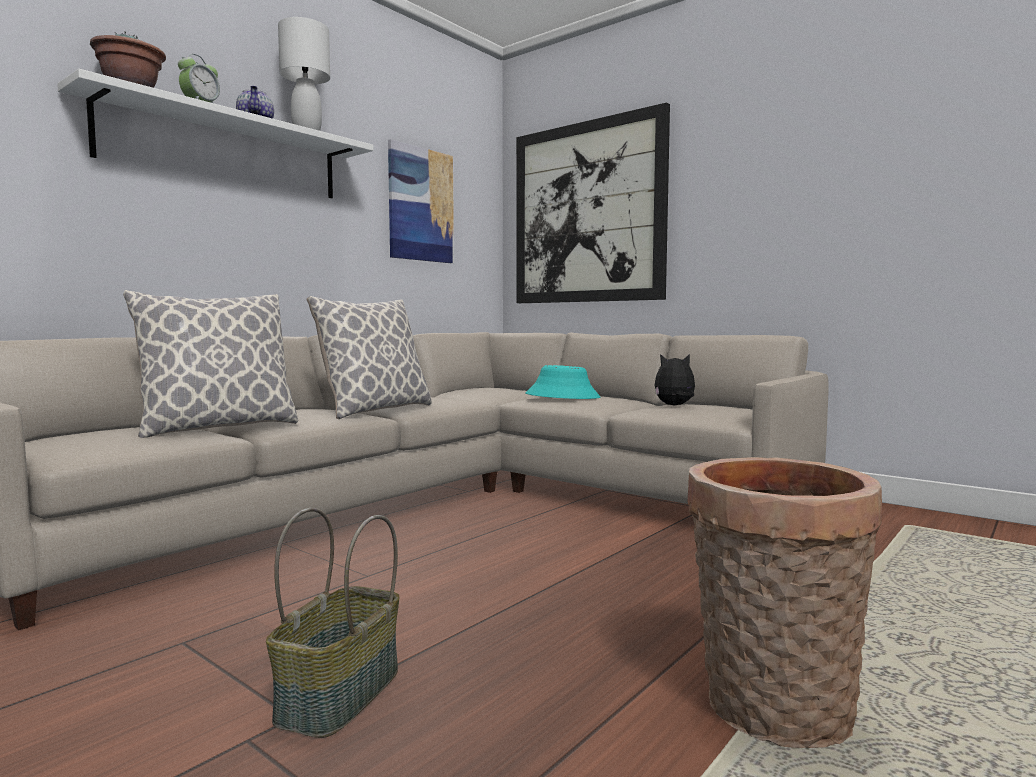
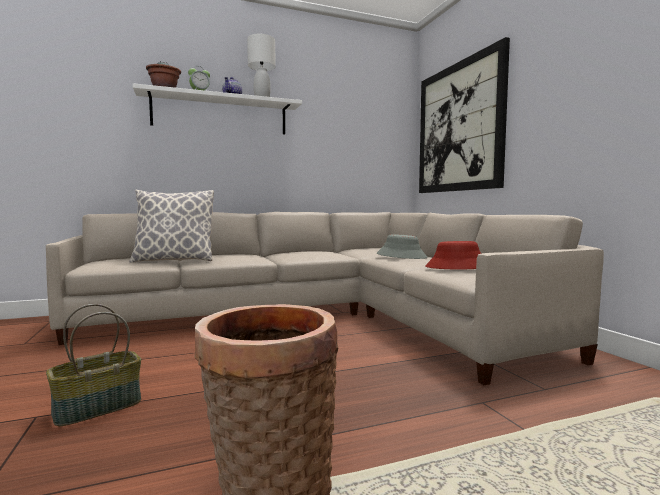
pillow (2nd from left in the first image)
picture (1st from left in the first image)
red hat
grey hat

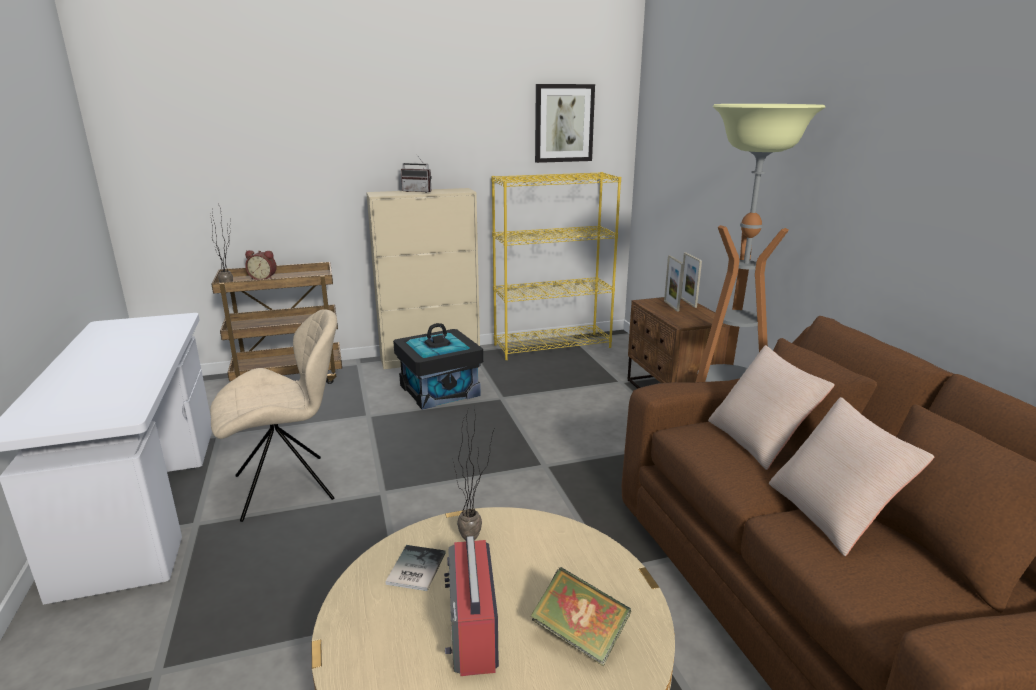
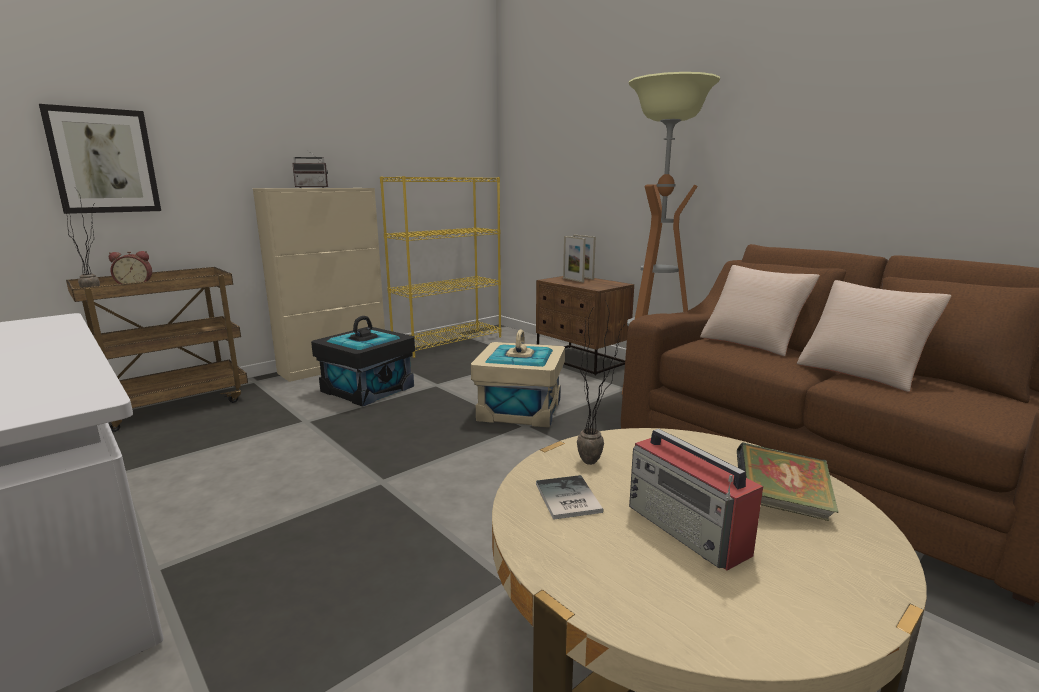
beige chair
beige storage box
picture

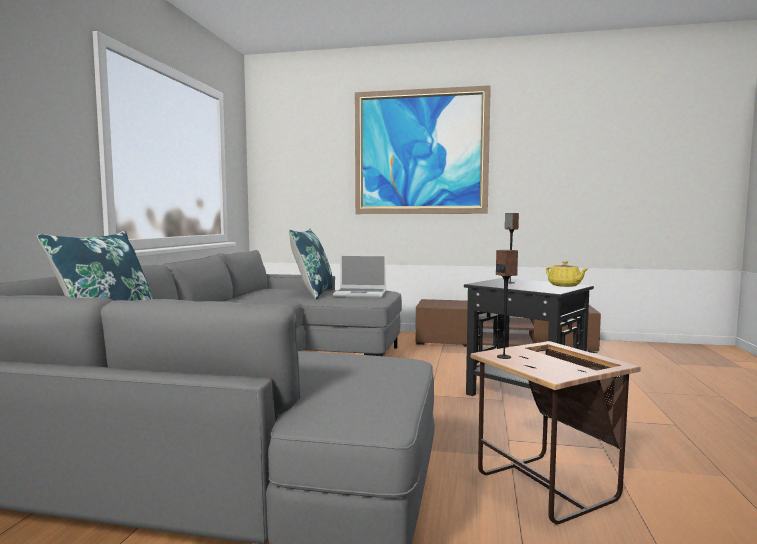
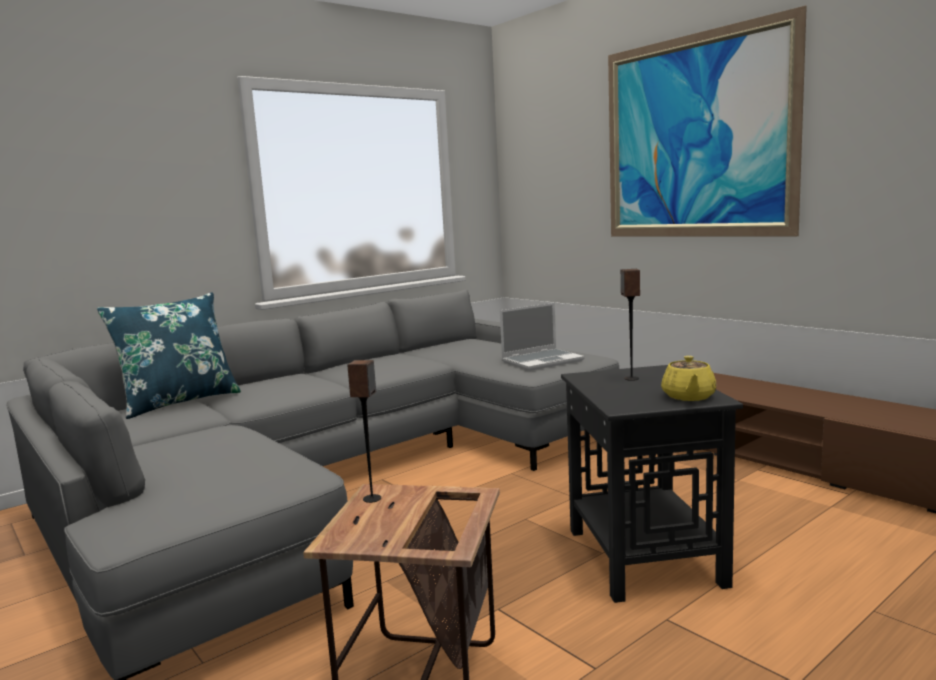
blue pillow (2nd from left in the first image)
laptop

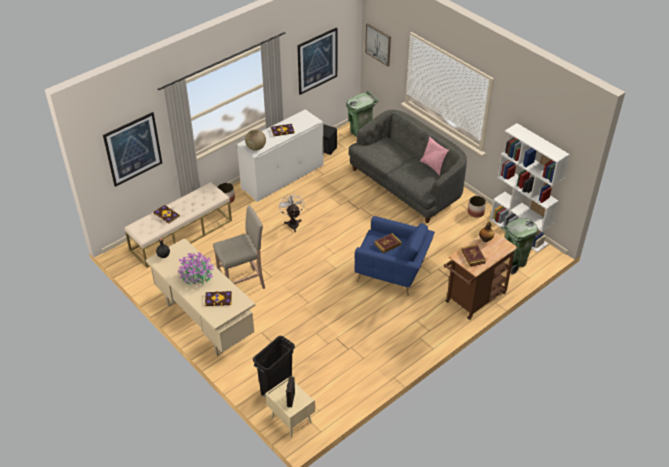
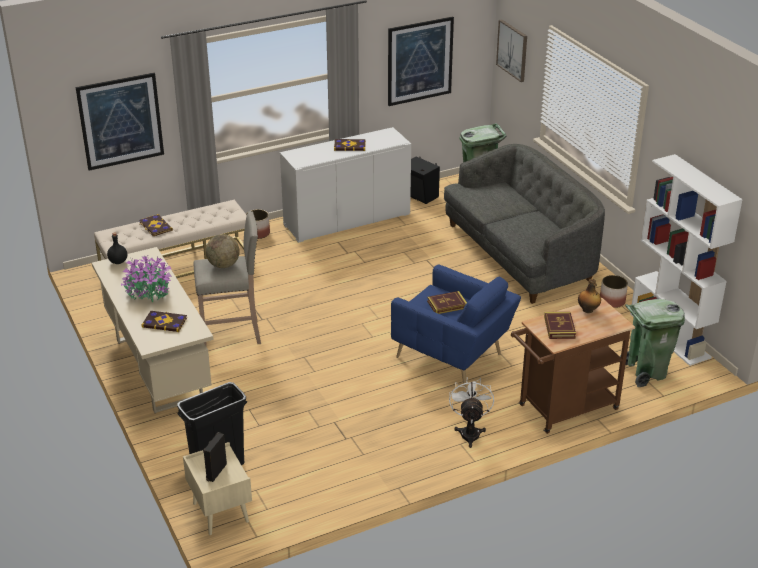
pink pillow
globe
white fan

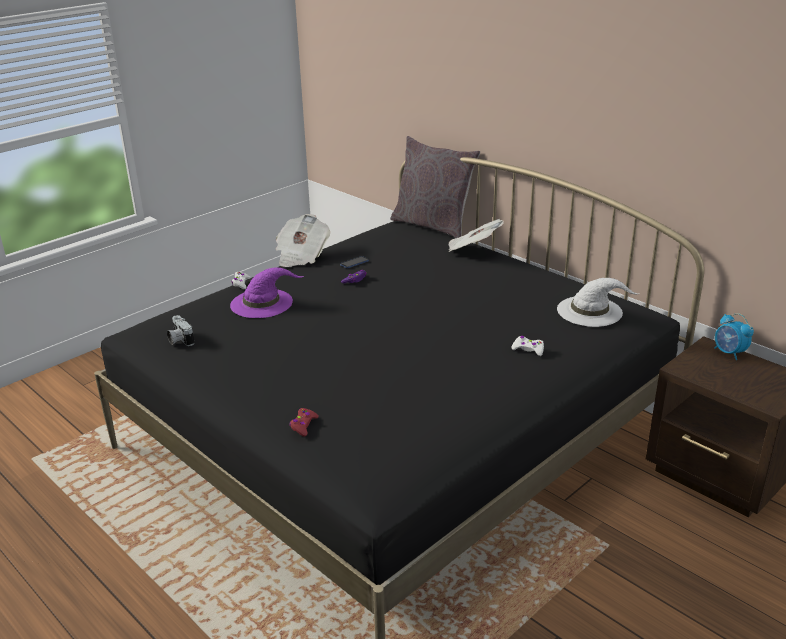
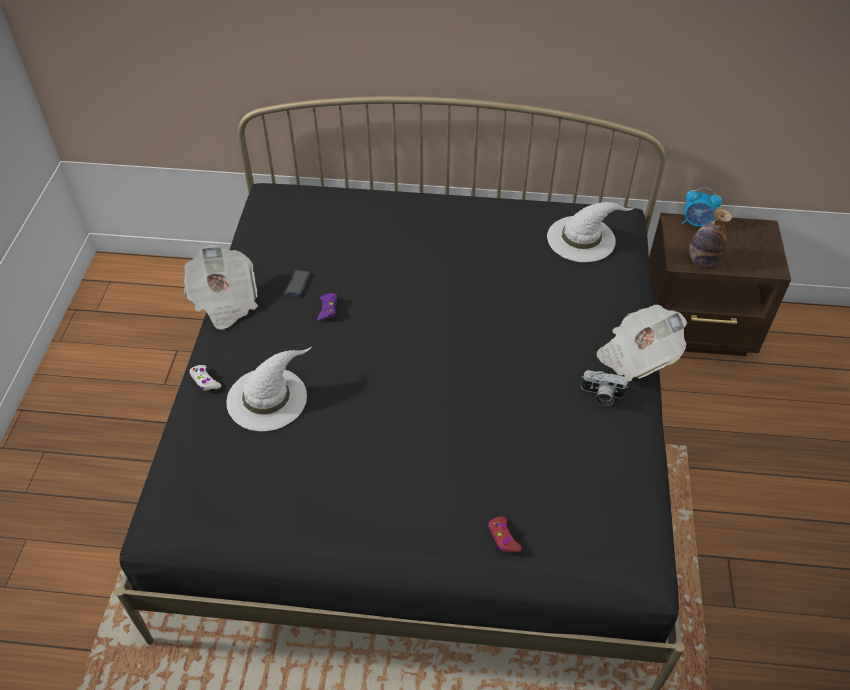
grey pillow
white game controller (2nd from left in the first image)
bottle
photo camera
newspaper (2nd from left)
white hat (1st from left)

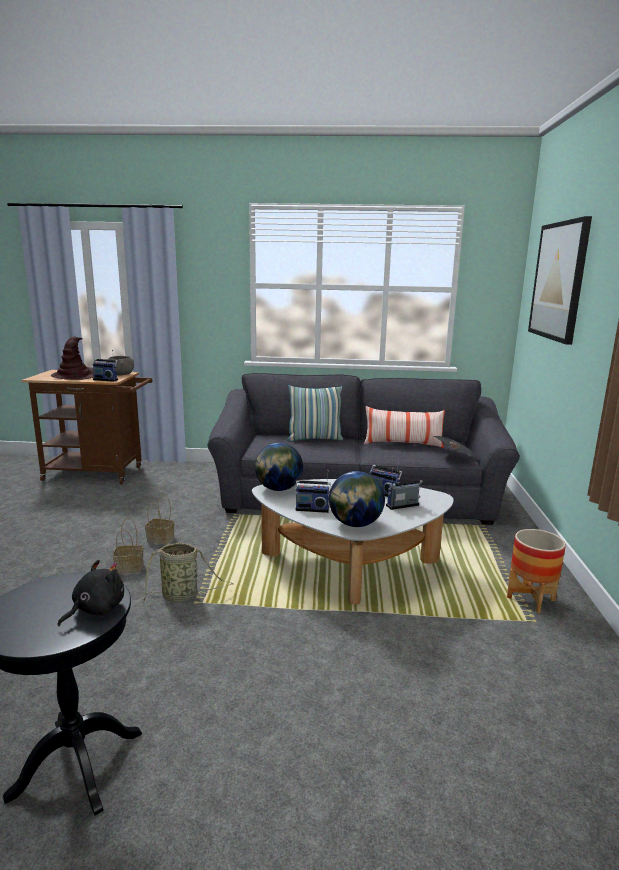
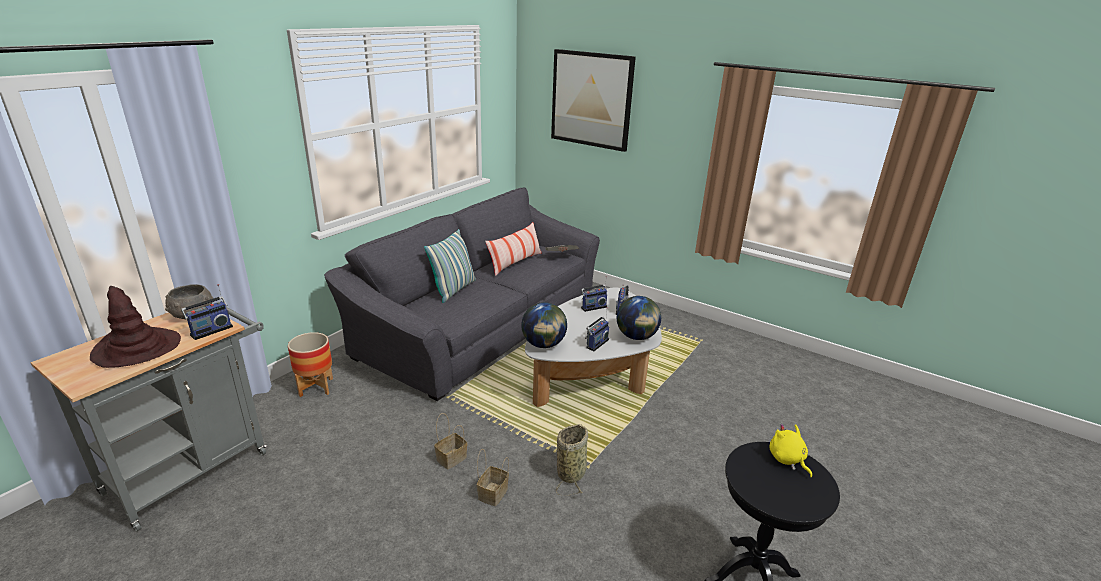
planter
grey cart
yellow plush toy

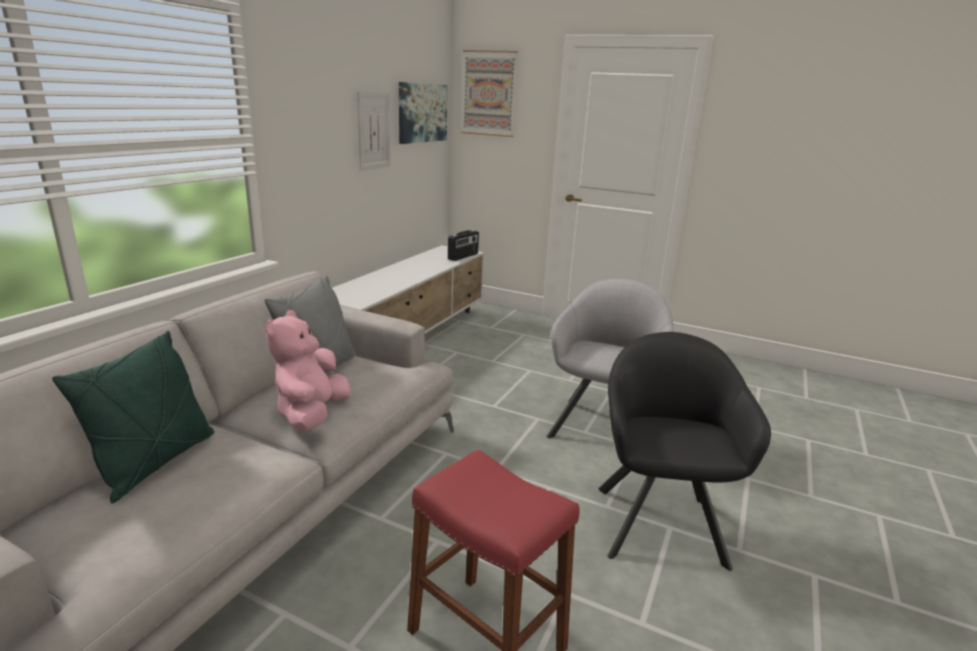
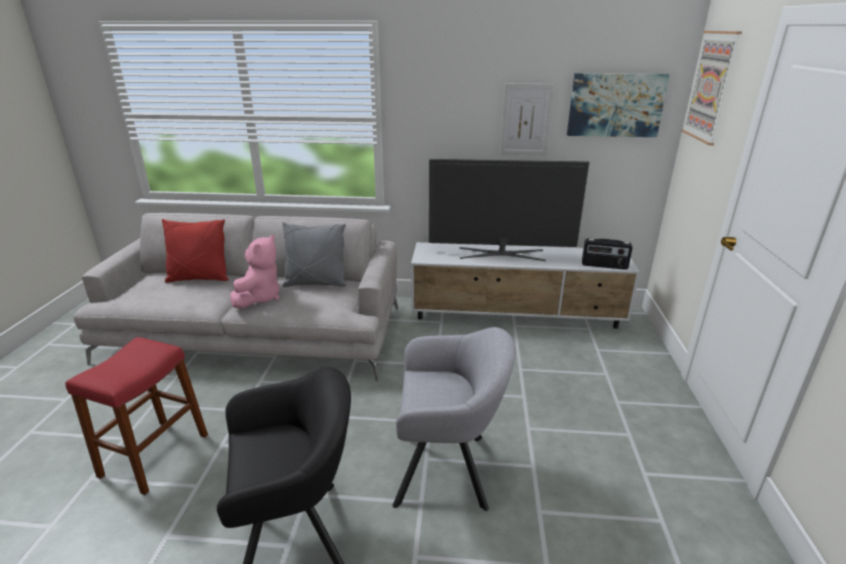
television
red pillow
pink plush toy

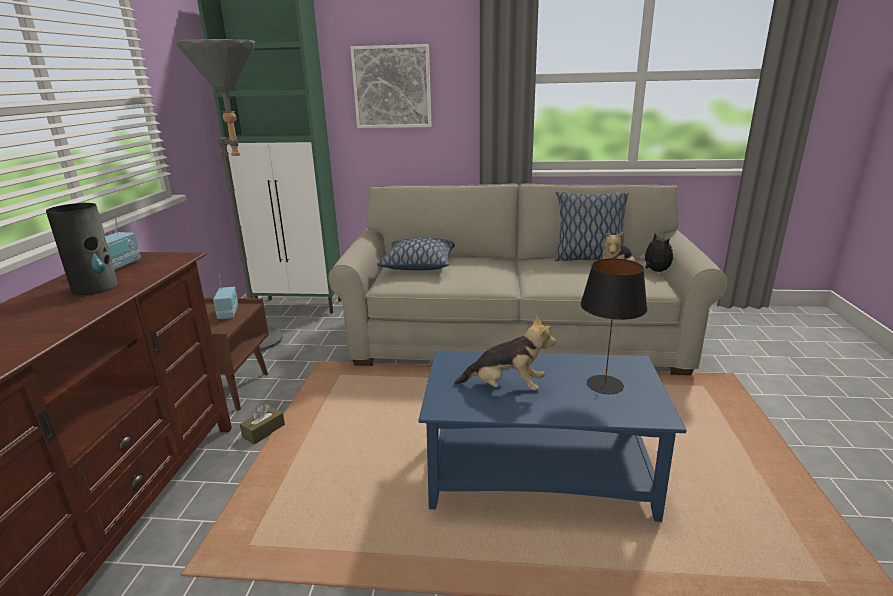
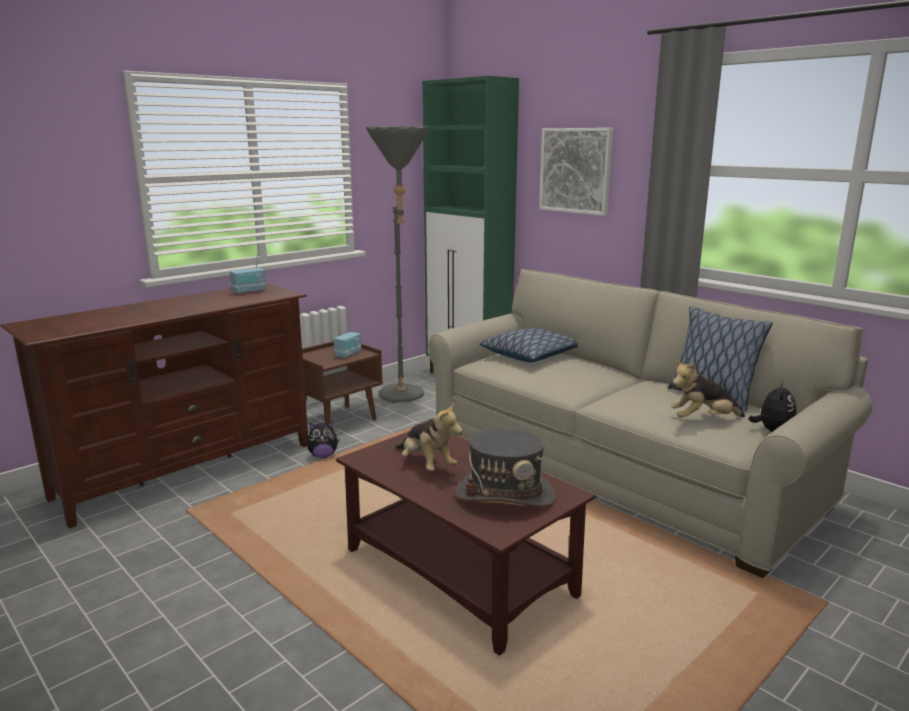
vase
plush toy (1st from left)
grey hat
brown coffee table

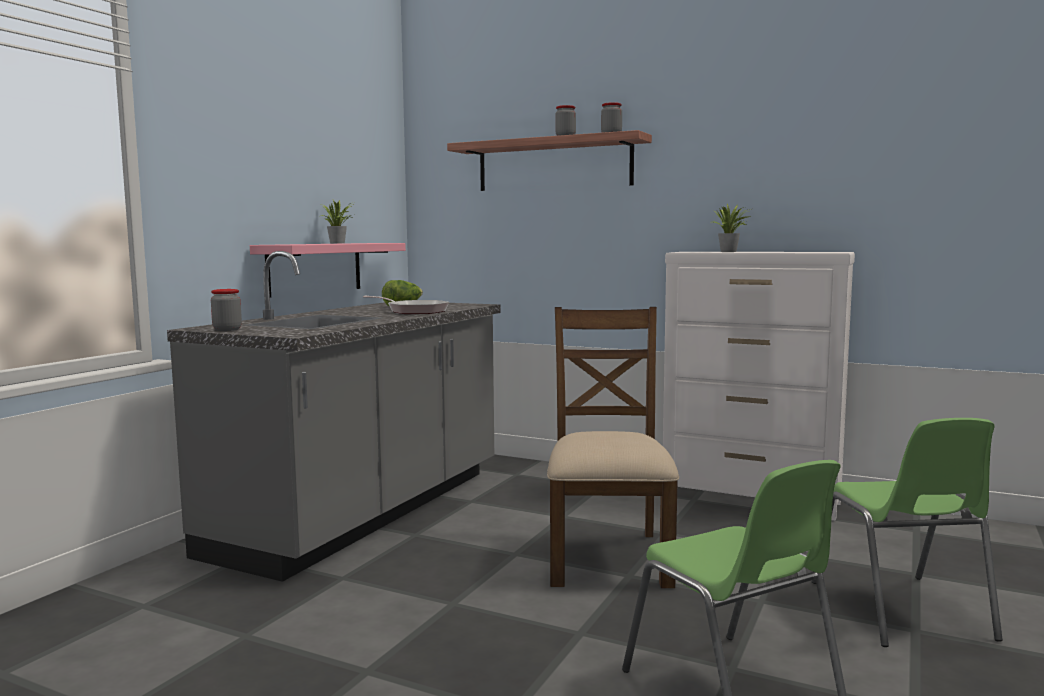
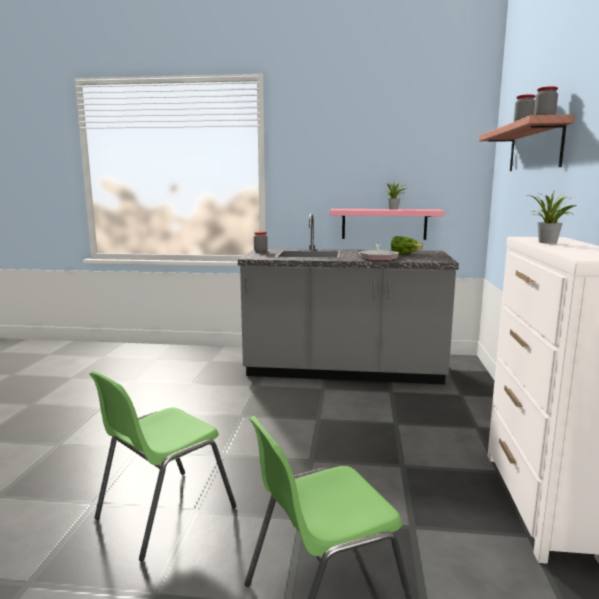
brown chair

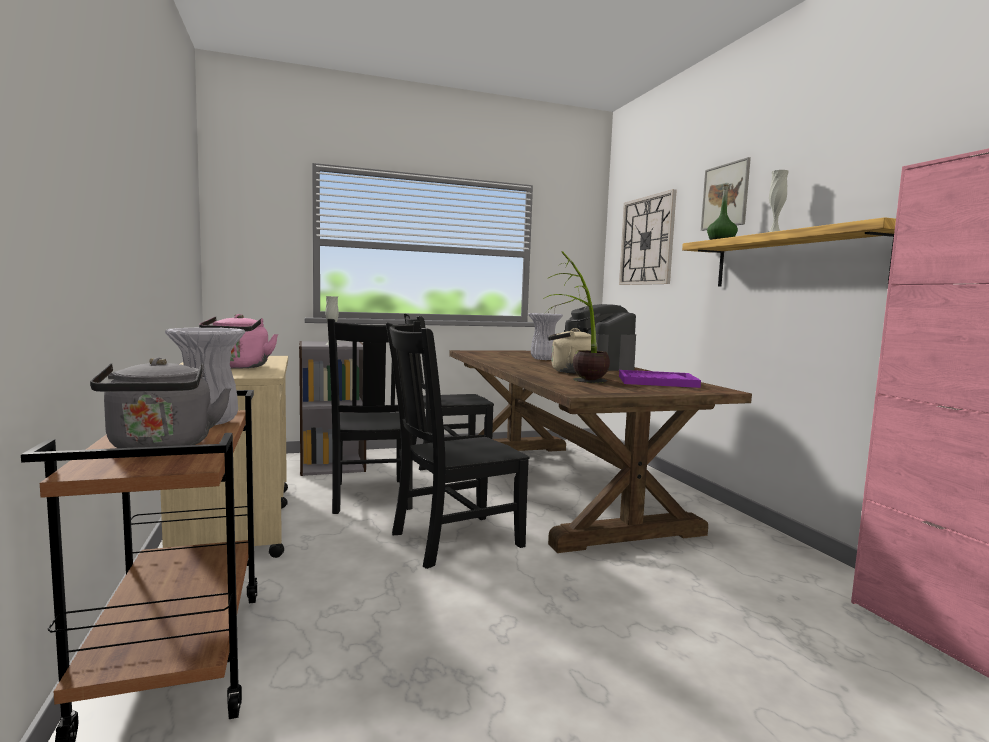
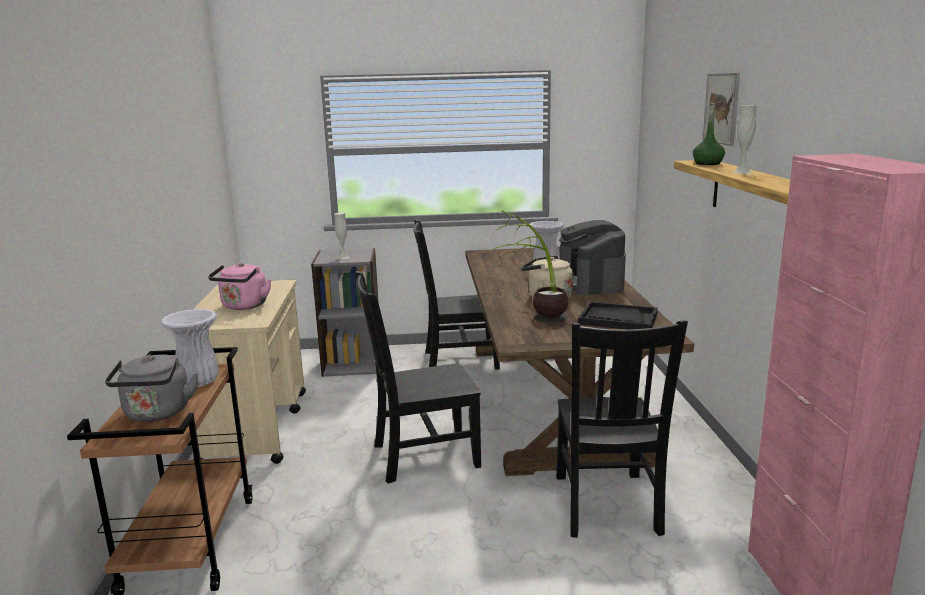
wall clock
black chair (3rd from left)
black tray

